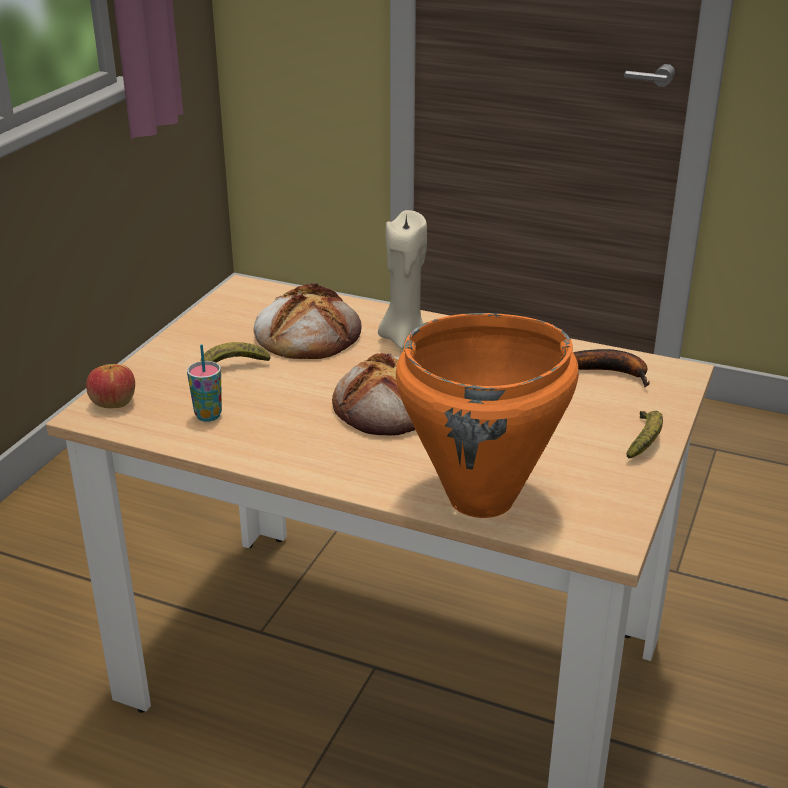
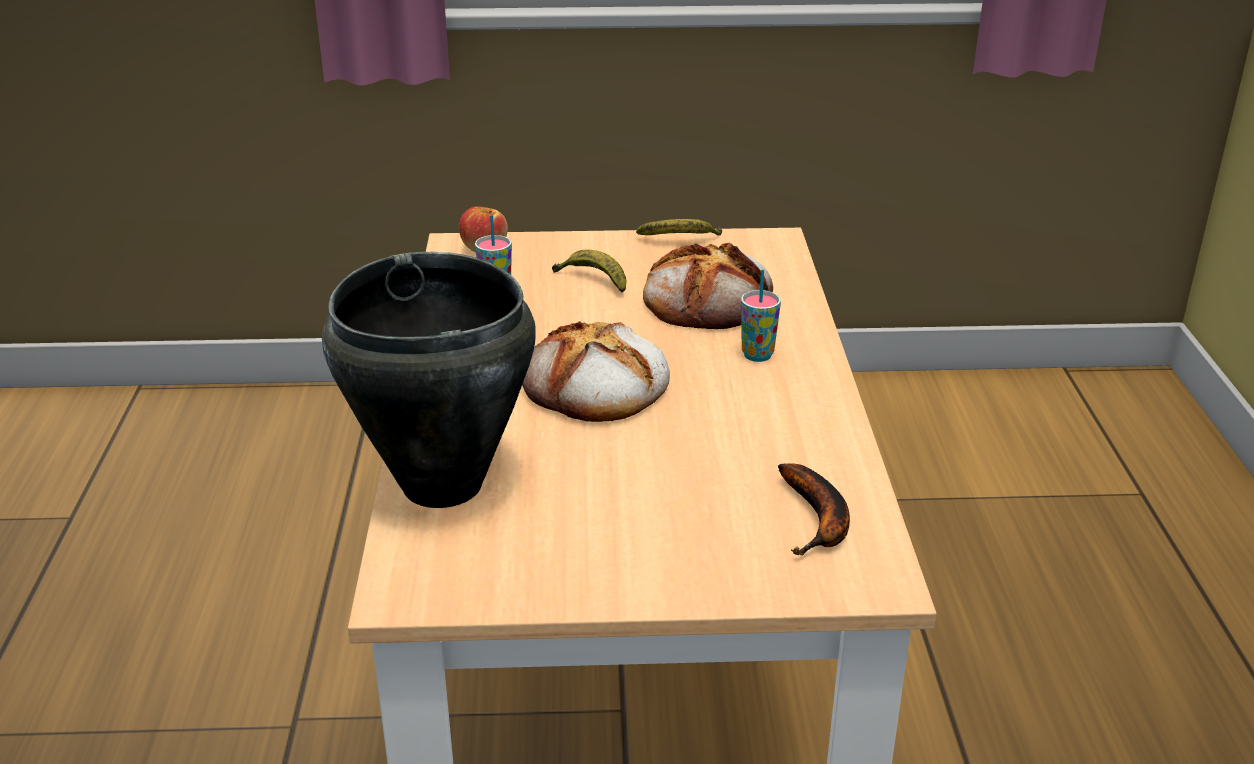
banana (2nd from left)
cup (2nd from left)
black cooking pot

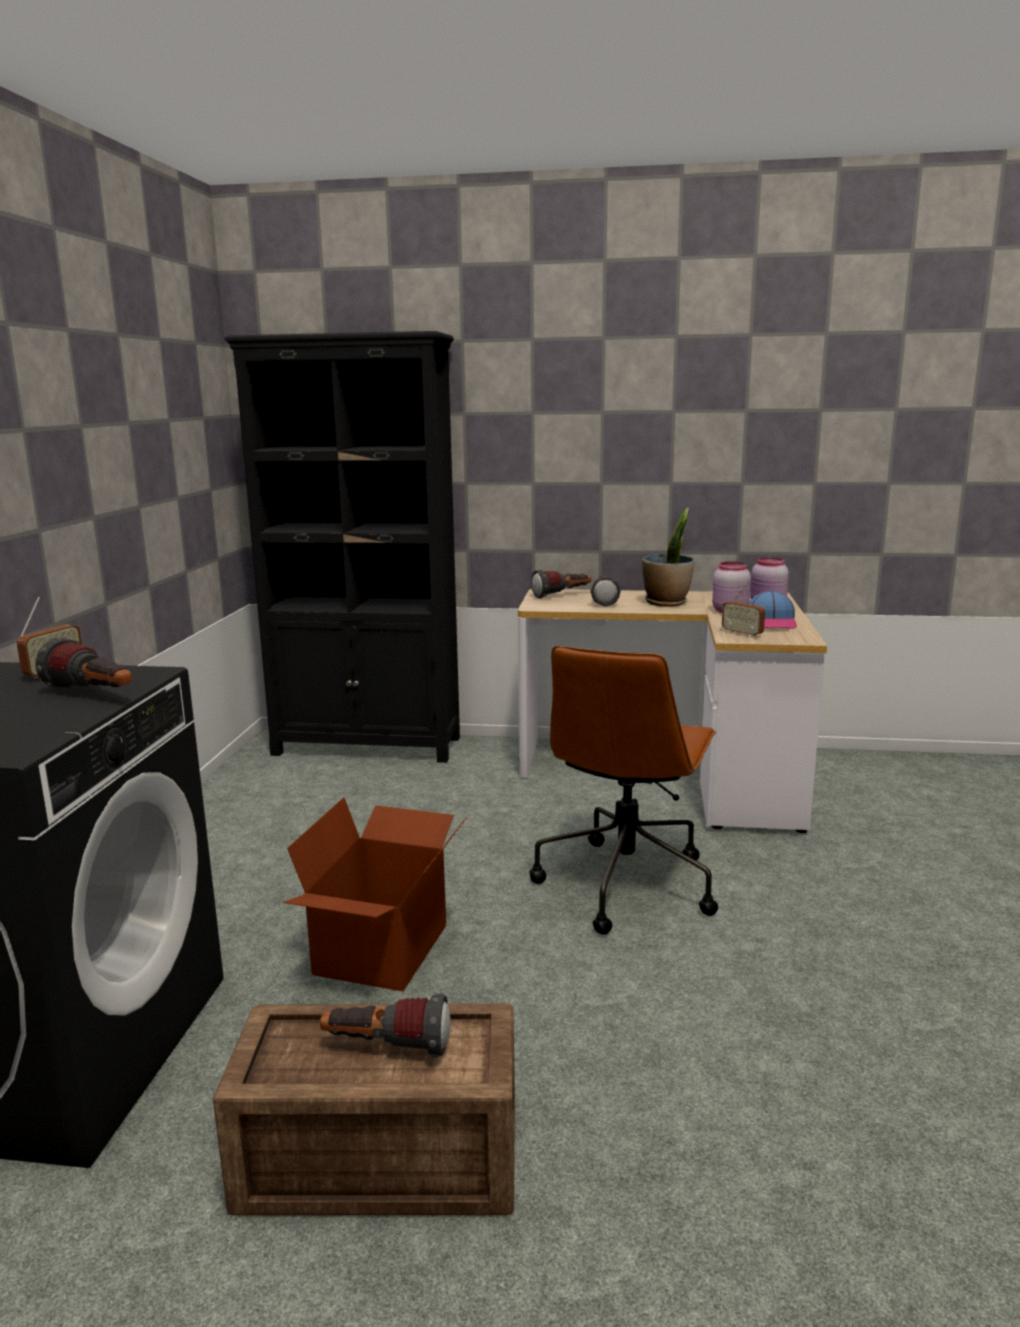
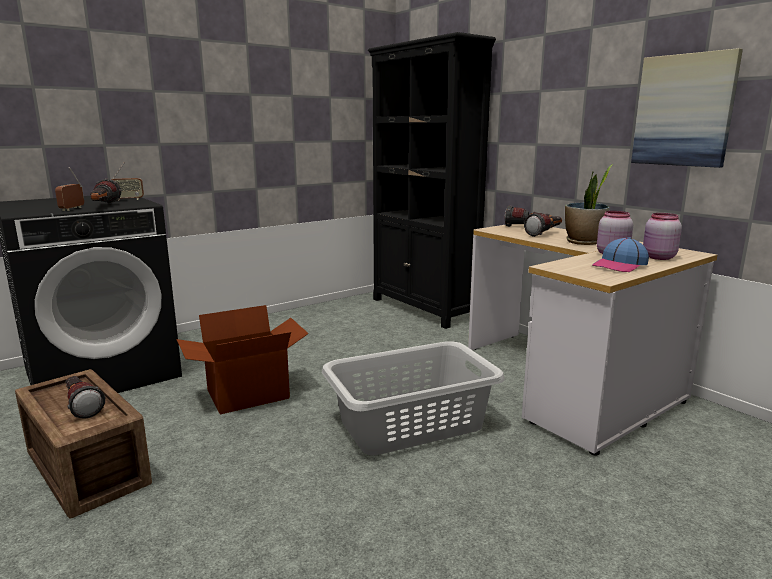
picture
radio (1st from left)
grey laundry basket

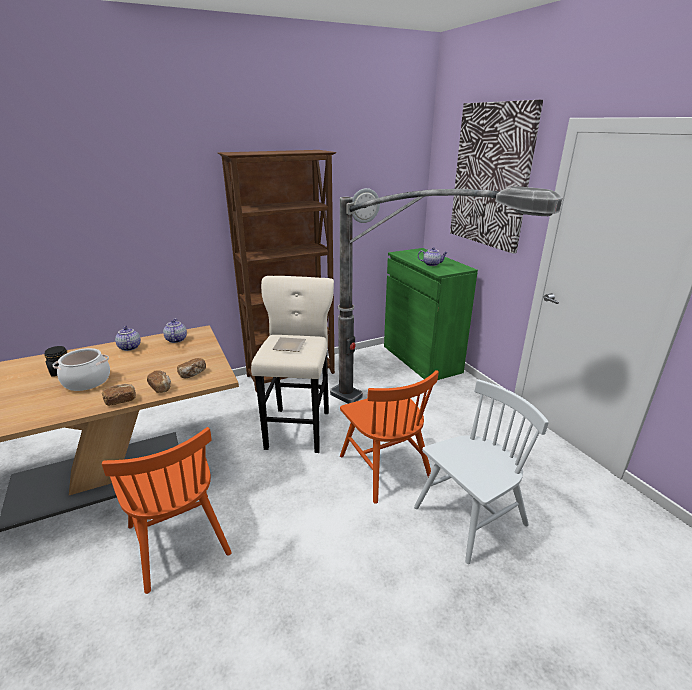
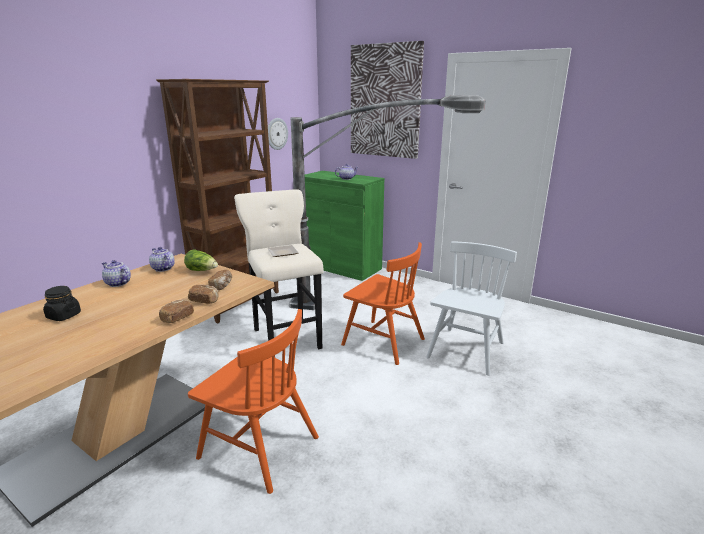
cooking pot
lettuce

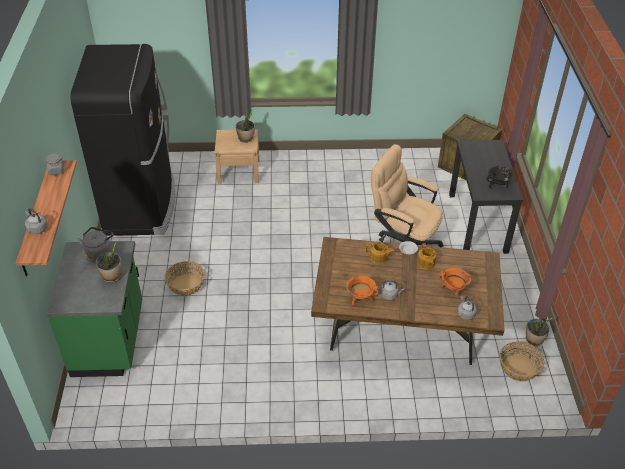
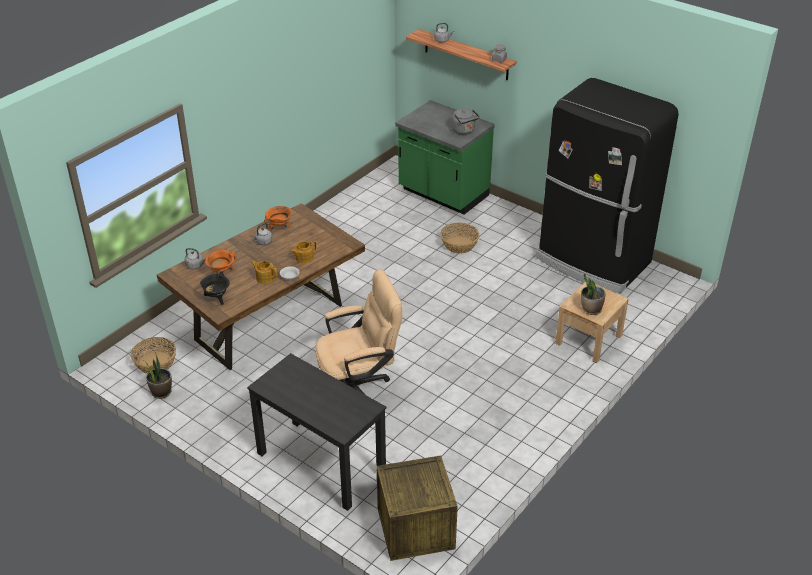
potted plant (1st from left in the first image)
black cooking pot

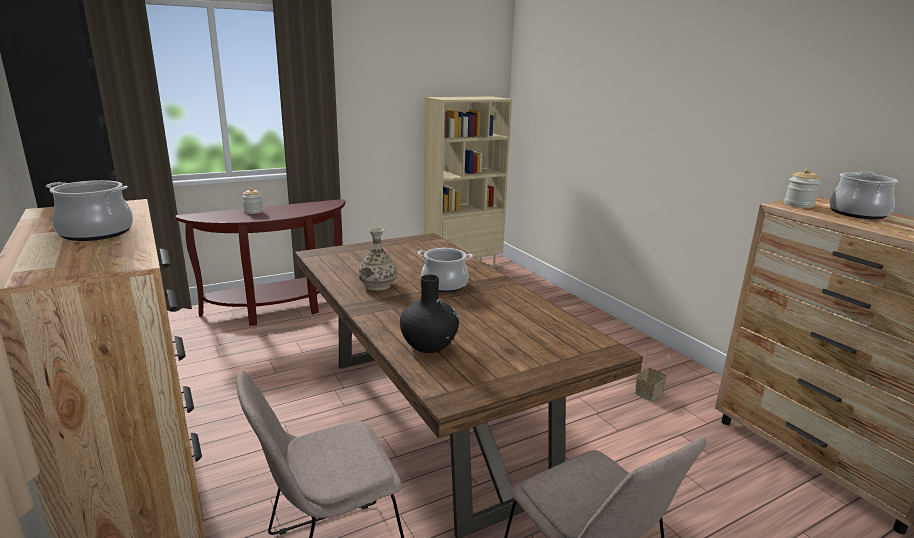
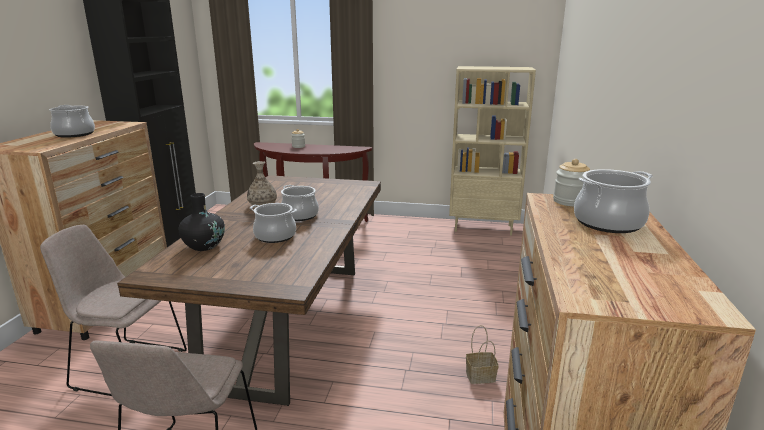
cooking pot (2nd from left)

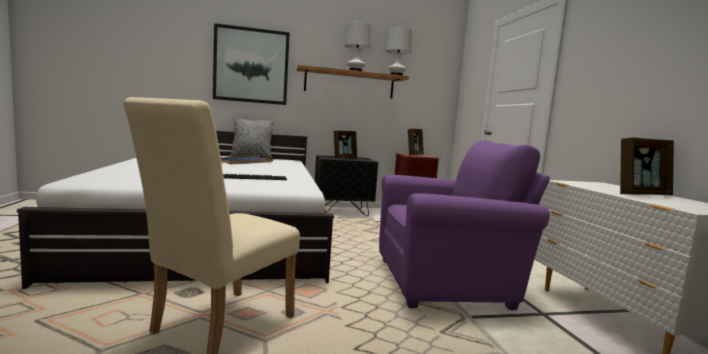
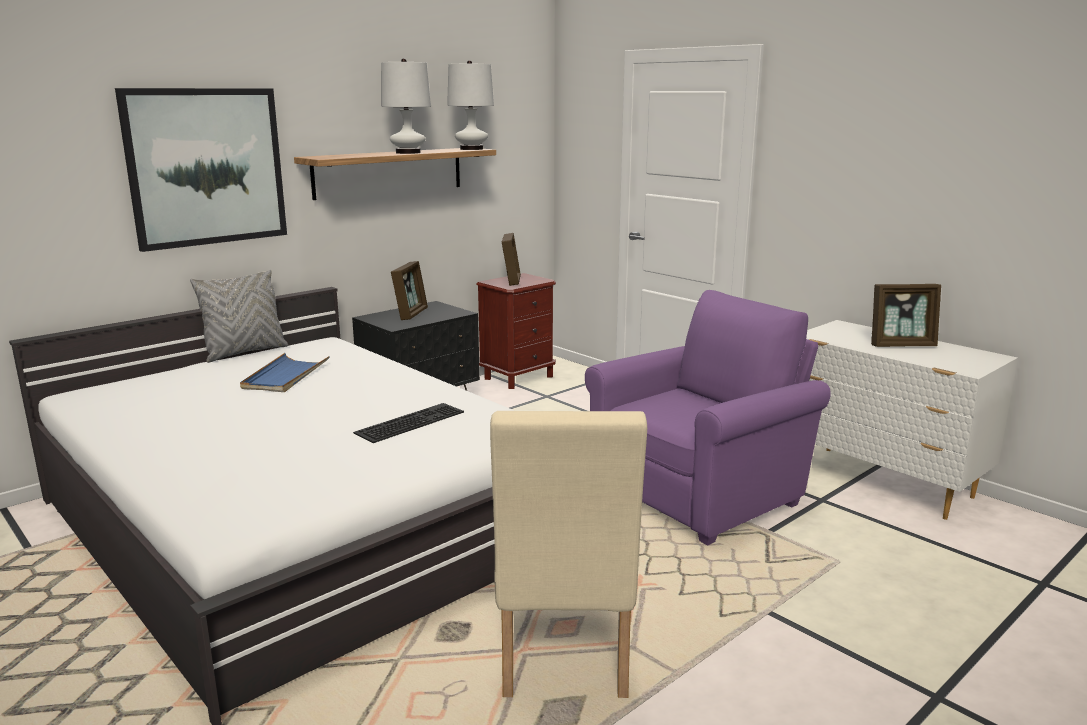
picture frame (3rd from left)

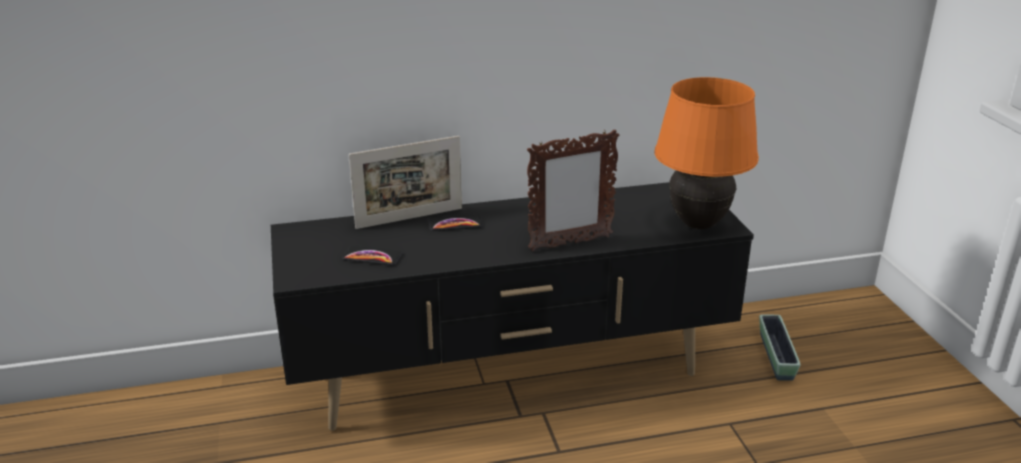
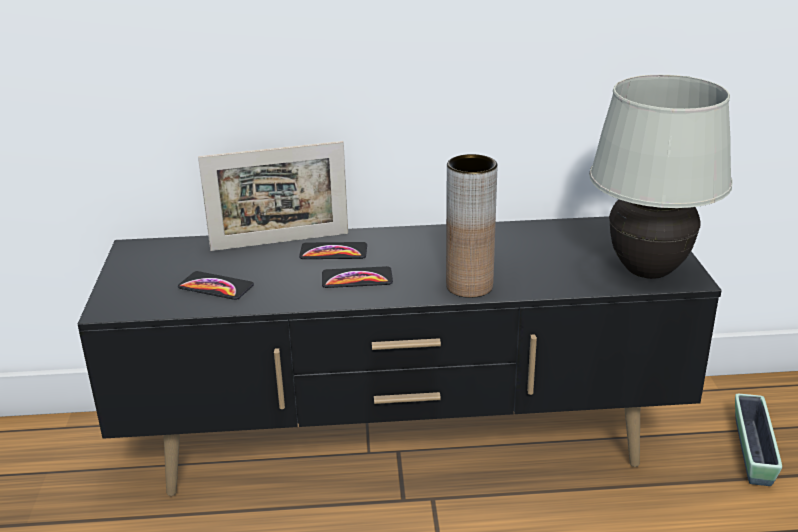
phone (3rd from left)
brown vase
white table lamp

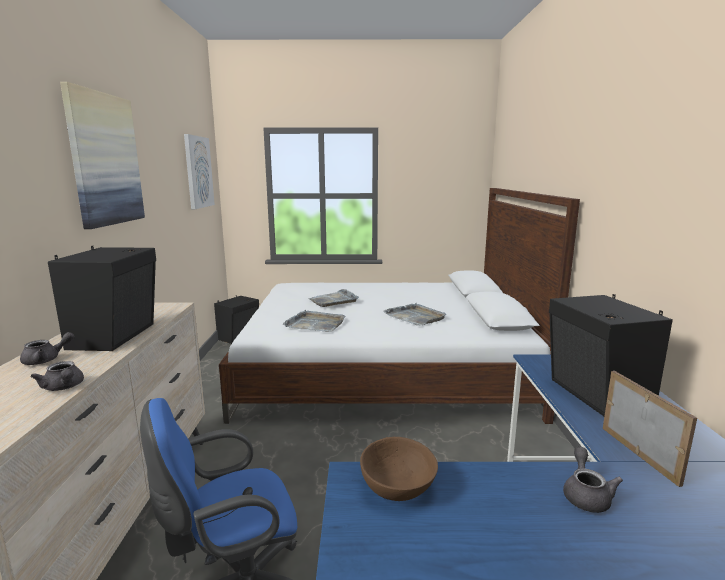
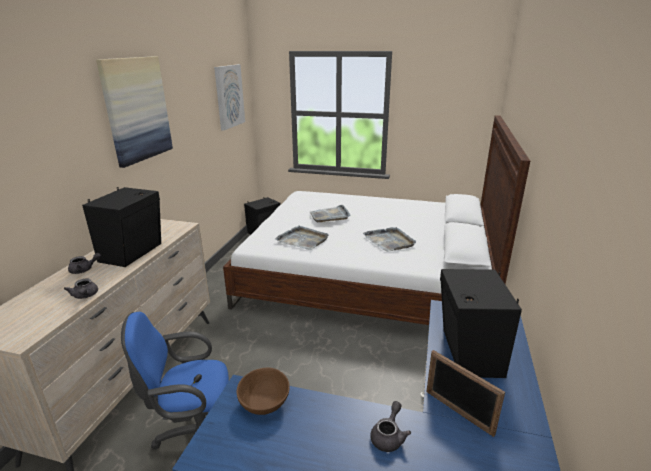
picture frame

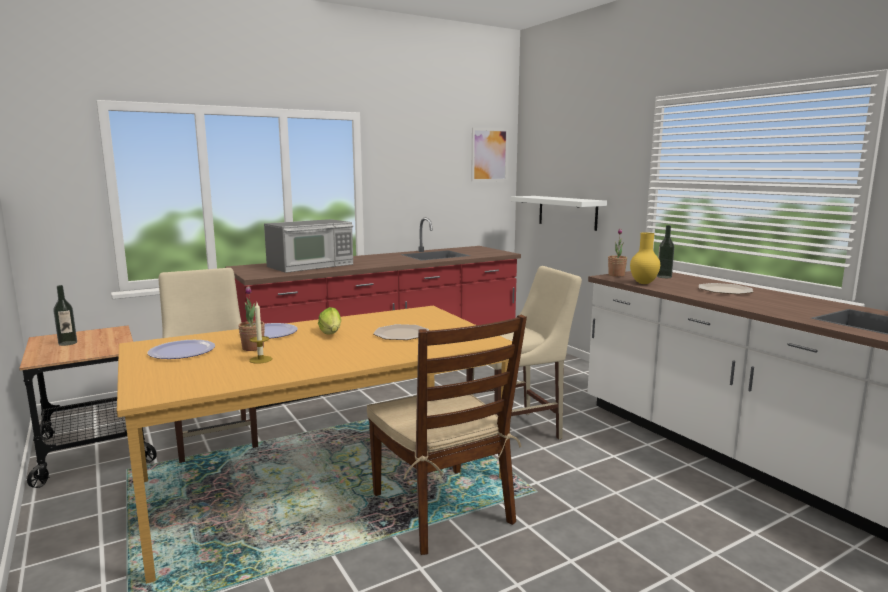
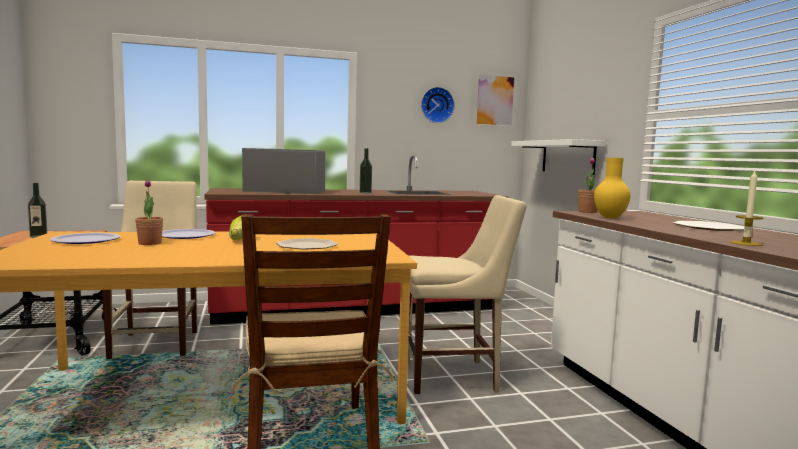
wall clock
candle
bottle (2nd from left)
microwave

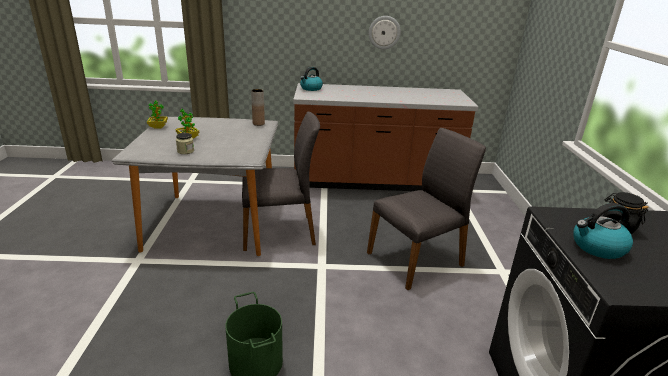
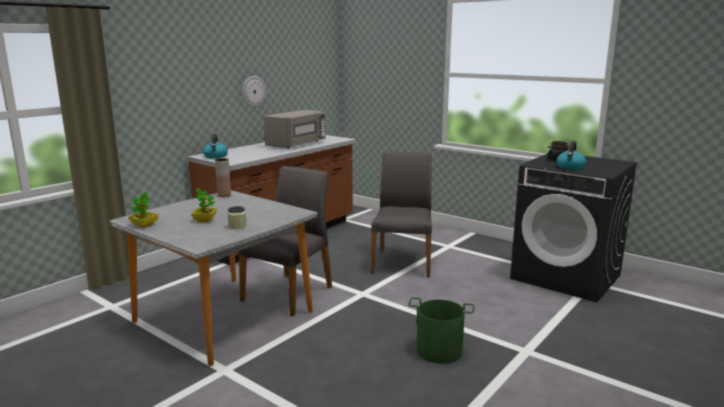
grey microwave

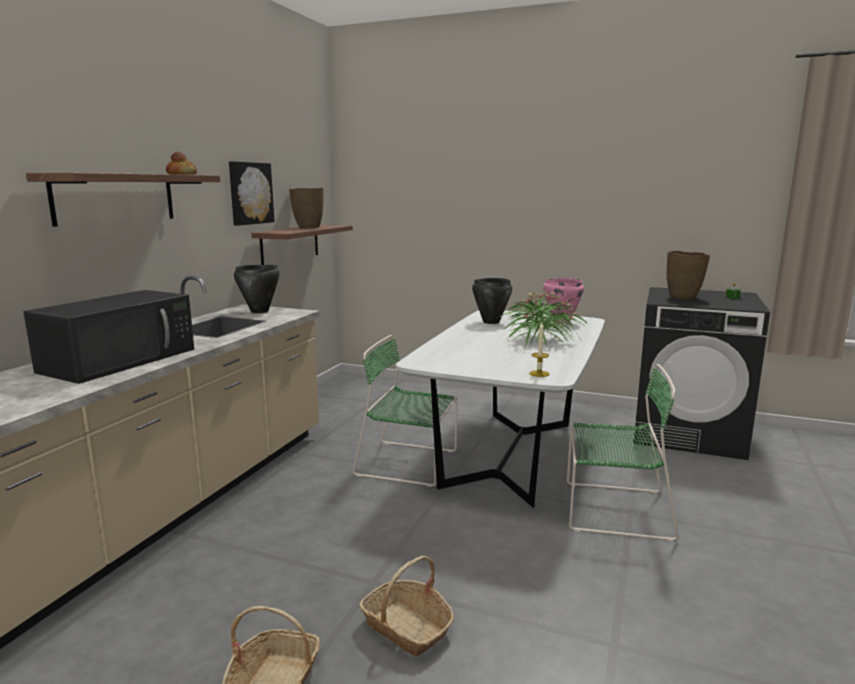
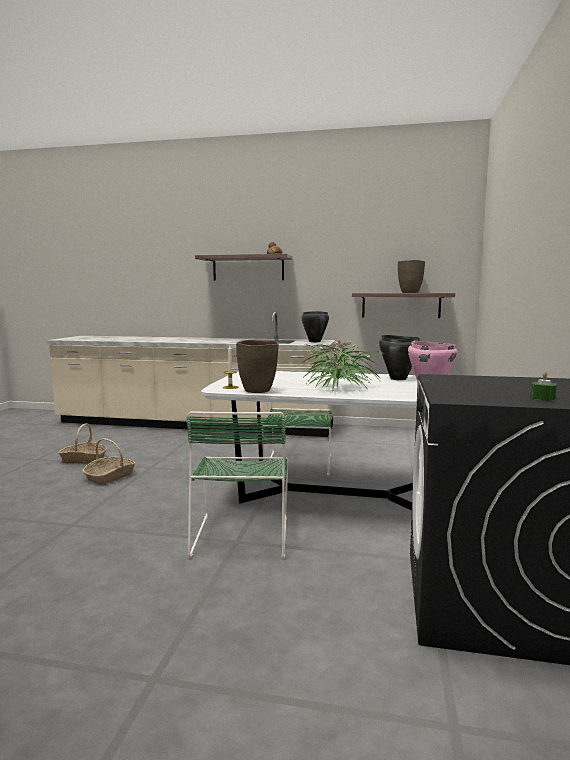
black microwave
picture
brown vase (1st from left)

